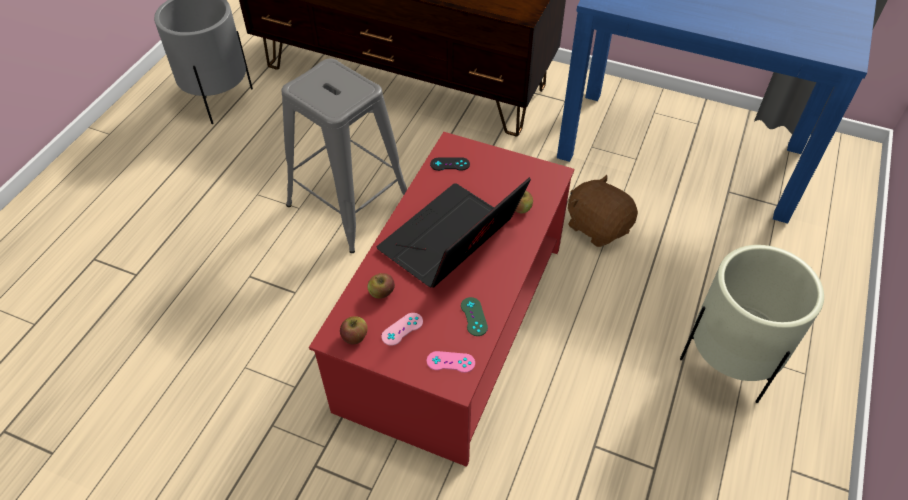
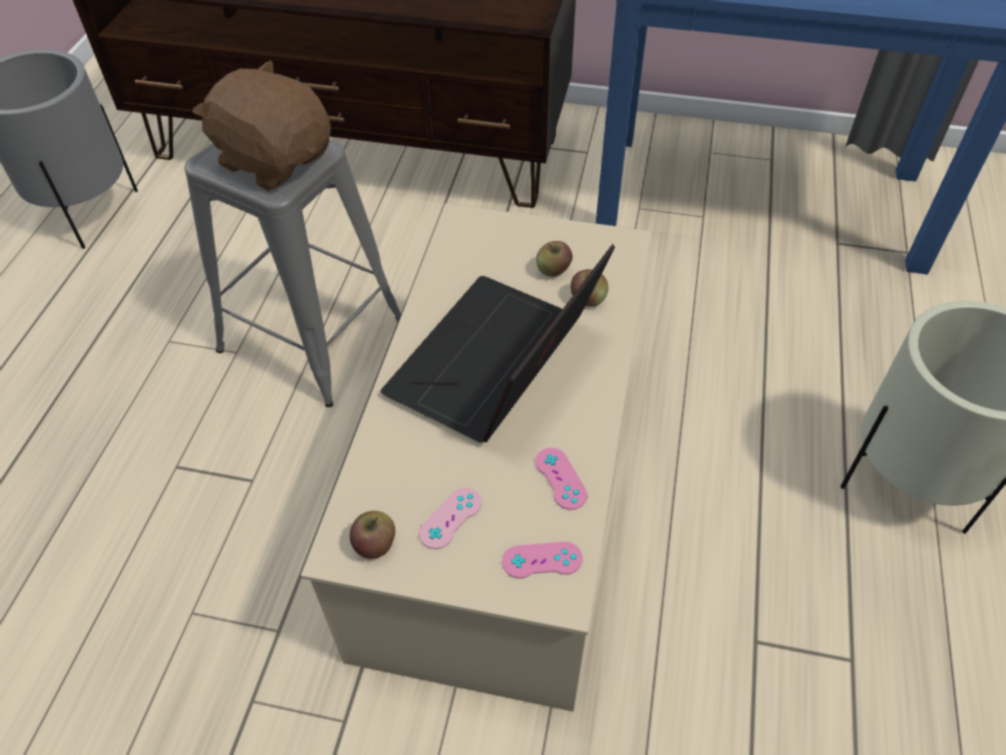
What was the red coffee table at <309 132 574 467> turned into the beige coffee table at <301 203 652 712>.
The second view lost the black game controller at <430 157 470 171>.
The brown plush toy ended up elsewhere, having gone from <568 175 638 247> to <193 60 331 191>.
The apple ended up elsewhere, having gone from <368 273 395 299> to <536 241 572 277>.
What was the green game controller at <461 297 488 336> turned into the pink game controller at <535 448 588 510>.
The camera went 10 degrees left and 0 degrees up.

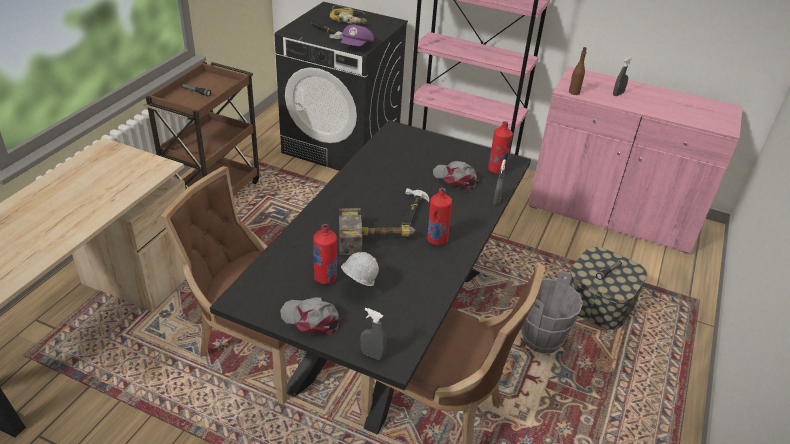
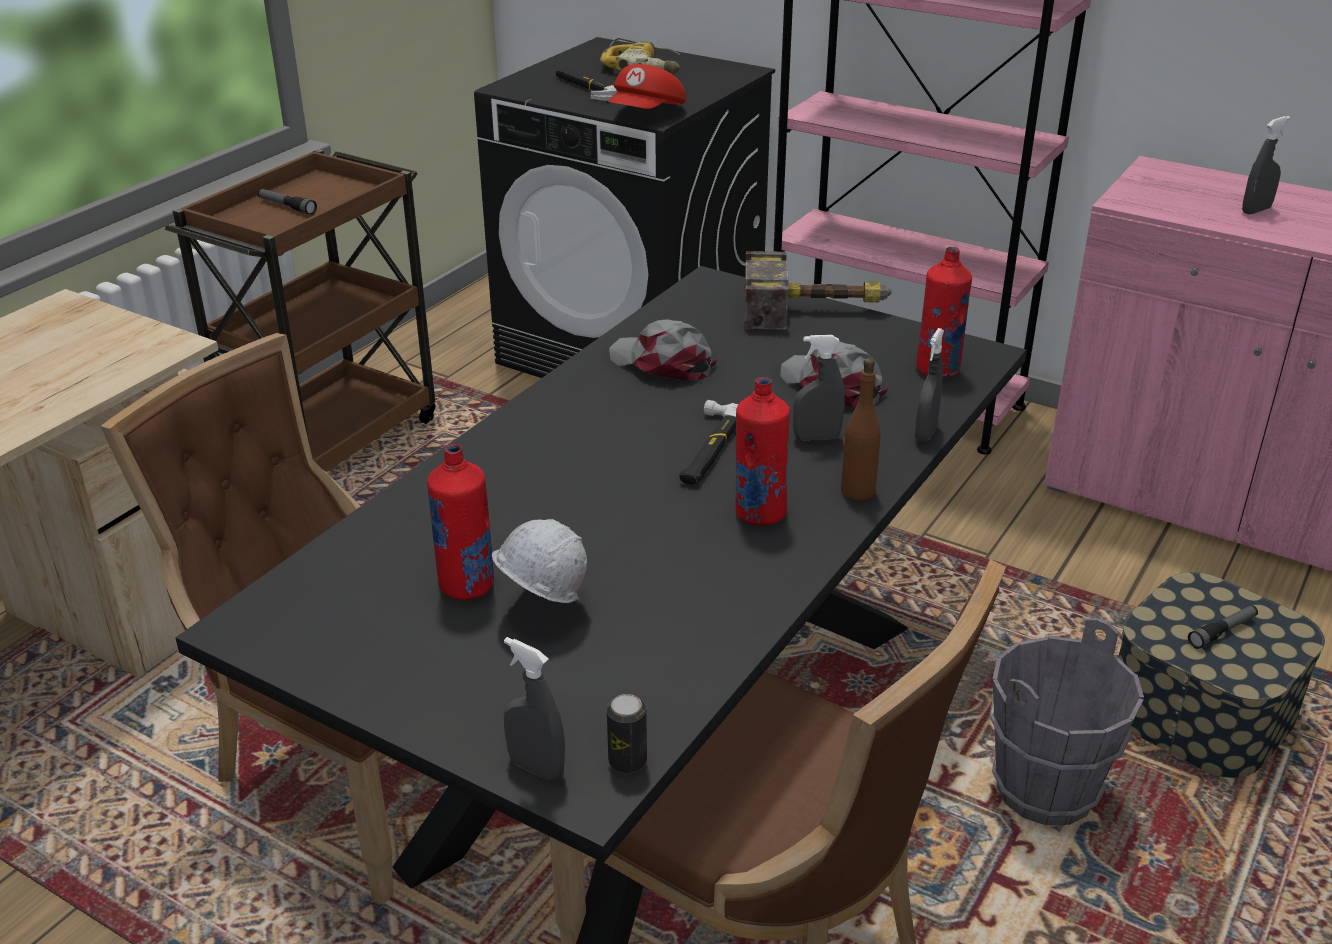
What was the purple cap at <341 25 374 46> turned into the red cap at <608 64 686 109>.
The brown bottle ended up elsewhere, having gone from <569 47 587 95> to <841 358 881 501>.
The hammer ended up elsewhere, having gone from <339 208 415 255> to <745 251 891 330>.
The grey cap ended up elsewhere, having gone from <280 297 342 334> to <609 319 718 381>.
The second view gained the grey spray bottle at <793 335 845 440>.
The second view gained the can at <607 694 647 773>.
The camera went 10 degrees right and 5 degrees down.

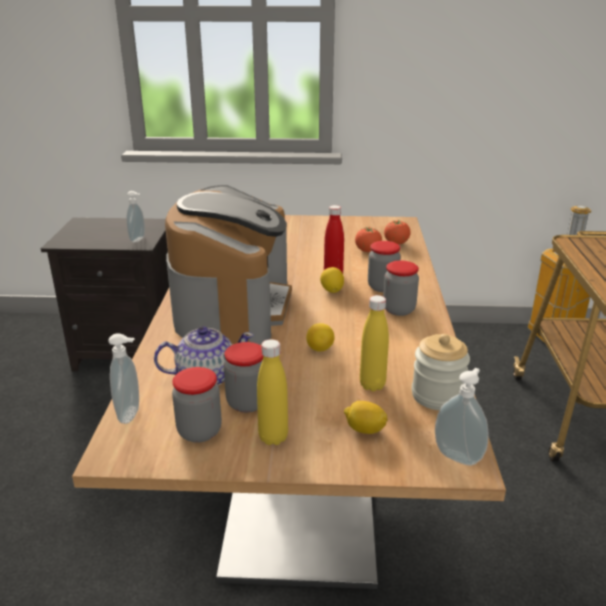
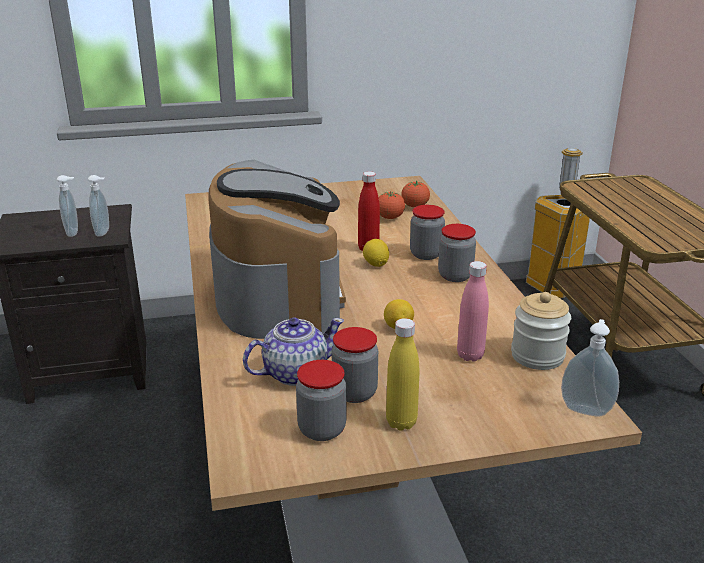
What was the yellow bottle at <360 295 389 391> turned into the pink bottle at <457 261 489 362>.
The soap dispenser ended up elsewhere, having gone from <108 333 139 424> to <57 175 78 237>.
The second view lost the lemon at <344 401 388 434>.
The camera went 15 degrees left and 0 degrees up.

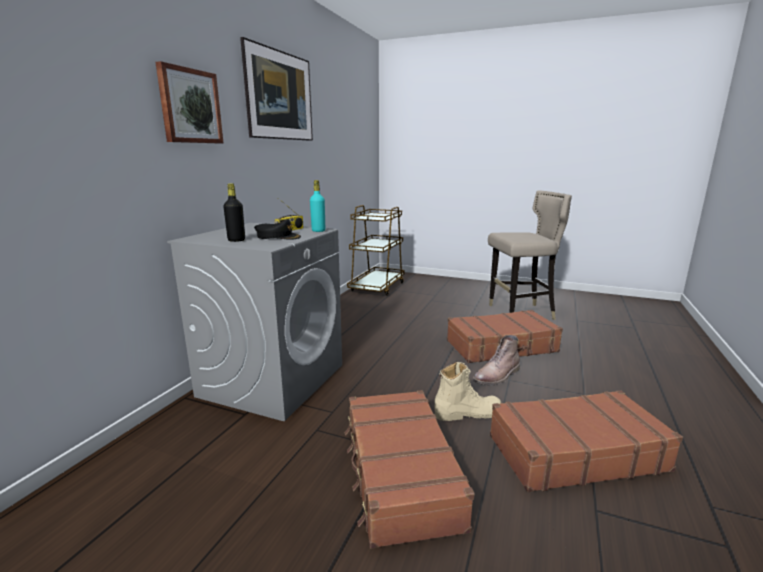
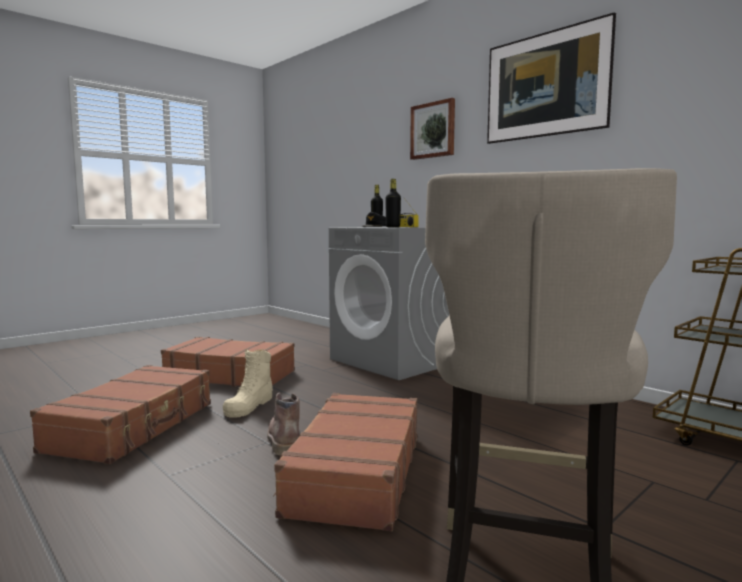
What was the turquoise bottle at <310 180 325 232> turned into the black bottle at <386 179 401 227>.
The camera went 115 degrees right and 10 degrees down.

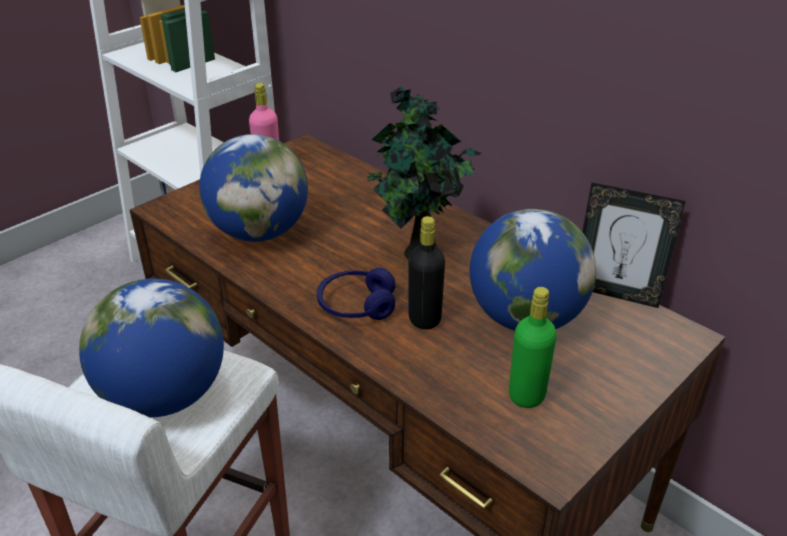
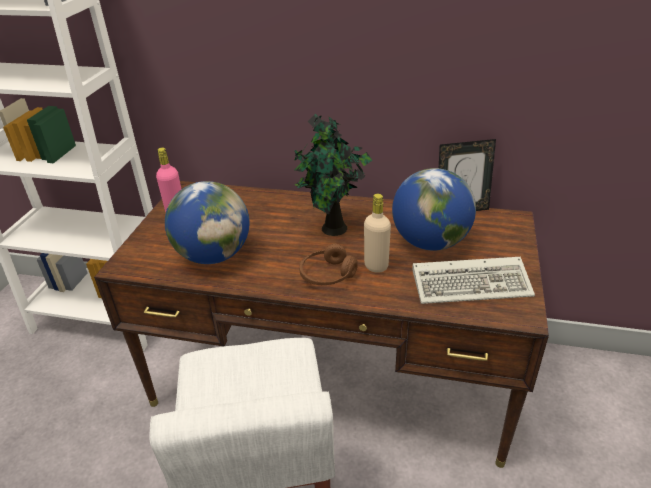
What was the black bottle at <408 216 445 329> turned into the beige bottle at <364 194 391 273>.
What was the blue headphones at <317 268 395 320> turned into the brown headphones at <299 244 358 285>.
The second view lost the globe at <79 279 224 418>.
Where the green bottle stood at <509 287 557 408>, the keyboard came to stand at <412 257 535 304>.
The camera went 30 degrees left and 0 degrees up.

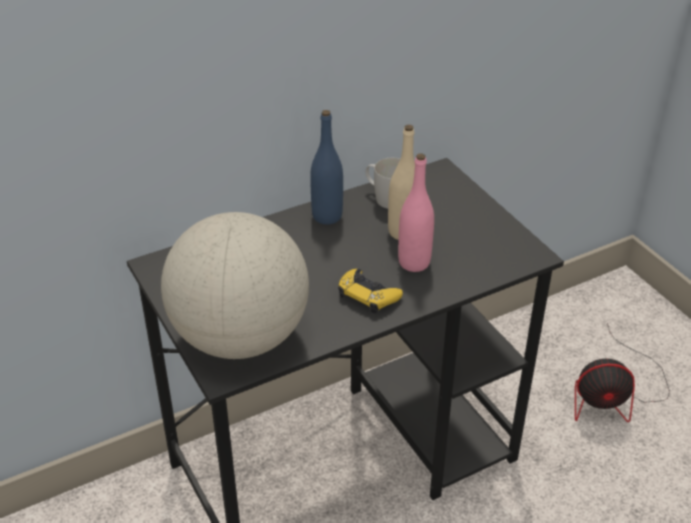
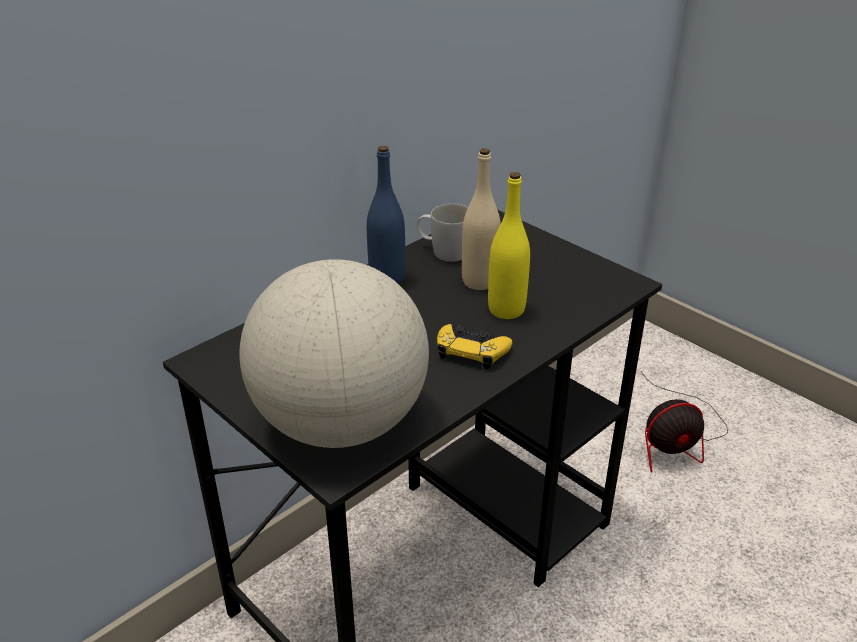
What was the pink bottle at <398 153 434 272> turned into the yellow bottle at <488 172 530 319>.
The camera went 15 degrees left and 5 degrees down.

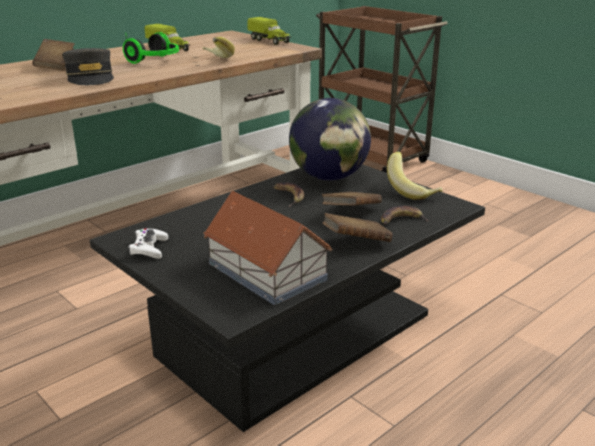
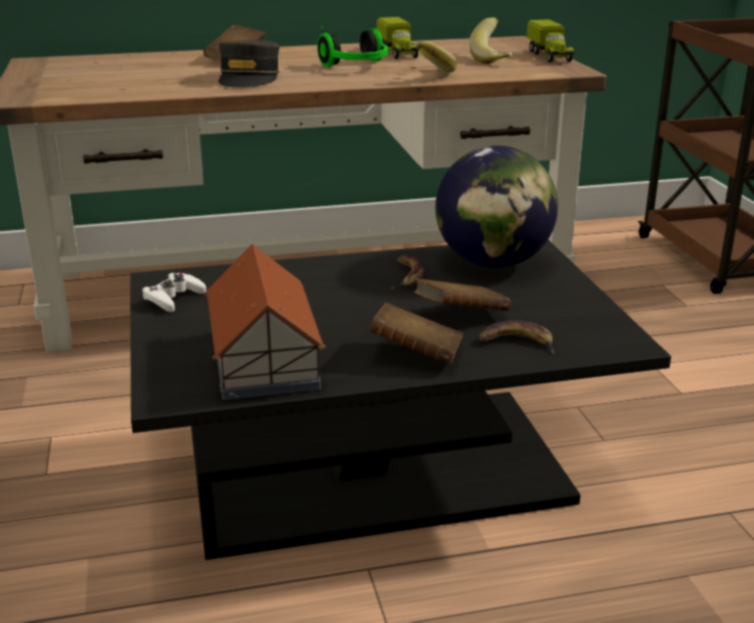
The banana ended up elsewhere, having gone from <387 152 443 200> to <469 17 513 64>.
The camera went 30 degrees right and 0 degrees up.

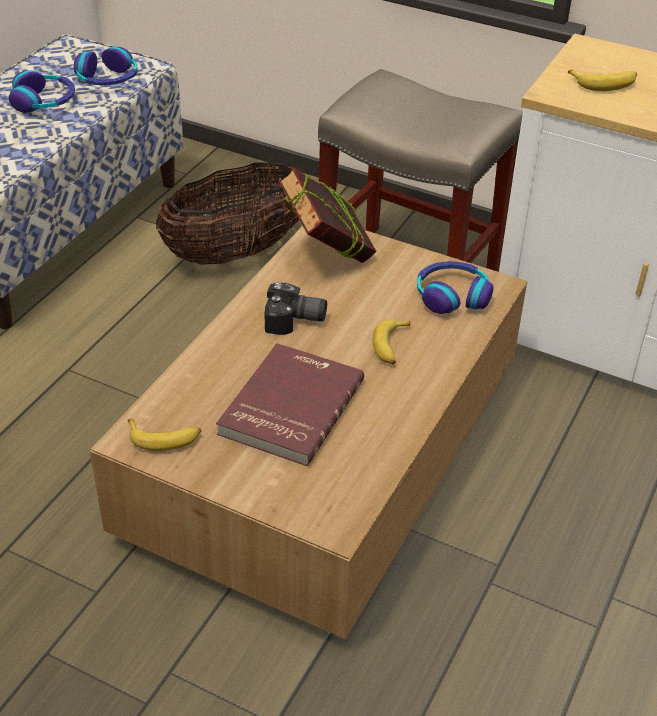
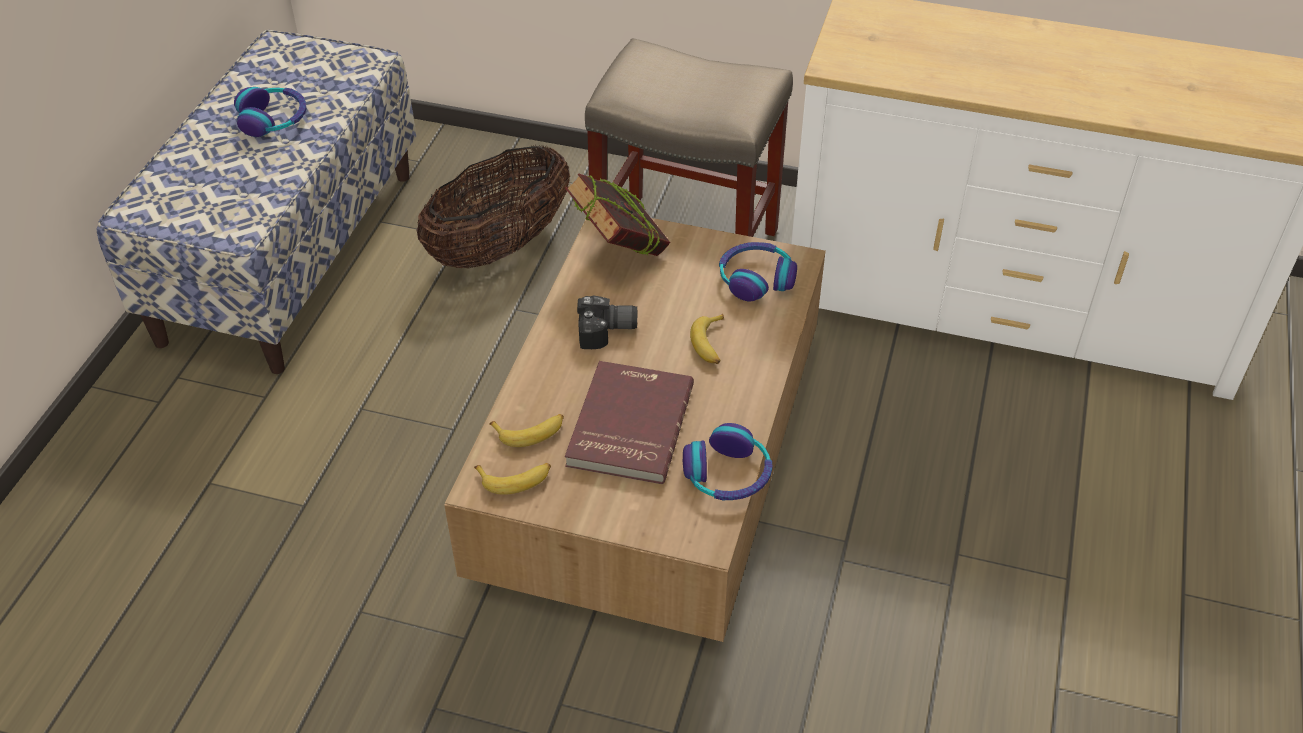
The headphones ended up elsewhere, having gone from <74 47 138 85> to <683 423 772 500>.
The banana ended up elsewhere, having gone from <568 69 637 91> to <489 414 564 447>.
The camera went 10 degrees left and 5 degrees up.

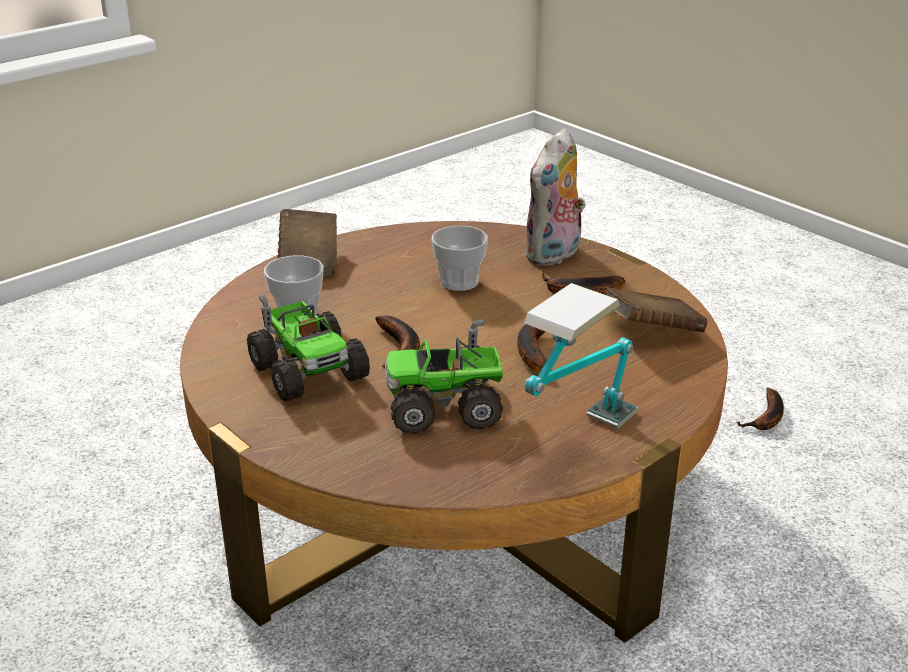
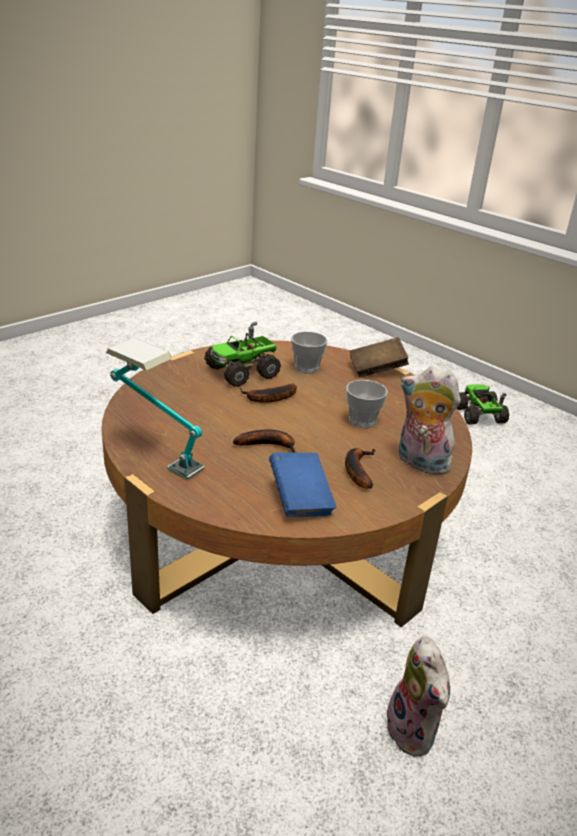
What was the brown book at <606 287 707 332> turned into the blue book at <269 452 336 517>.
The toy truck ended up elsewhere, having gone from <385 320 503 434> to <456 384 509 425>.
Where the banana stood at <736 388 784 430>, the plush toy came to stand at <382 636 450 757>.
The camera went 85 degrees right and 0 degrees up.

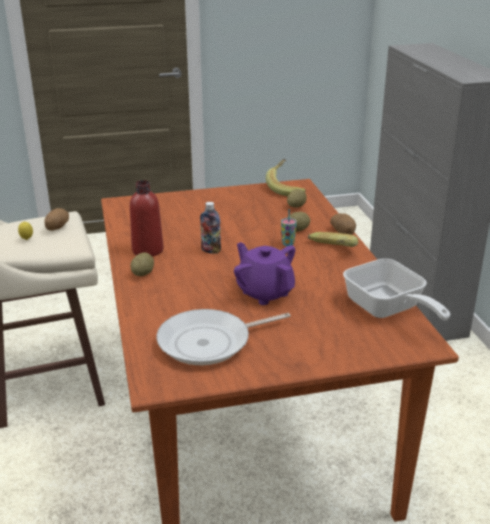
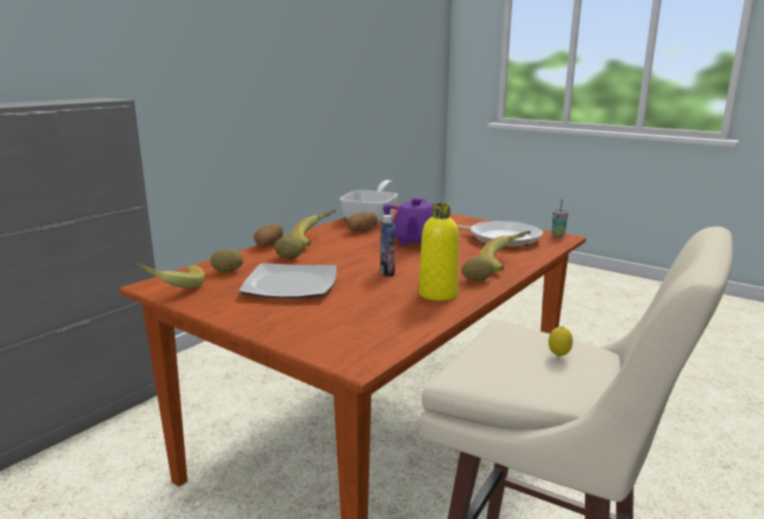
What was the red bottle at <130 180 164 257> turned into the yellow bottle at <419 203 459 301>.
The potato ended up elsewhere, having gone from <45 208 69 231> to <347 212 378 232>.
The cup ended up elsewhere, having gone from <281 209 297 246> to <552 199 569 237>.
The second view gained the banana at <480 231 531 272>.
The second view gained the plate at <239 263 337 298>.
The camera went 130 degrees left and 10 degrees down.

